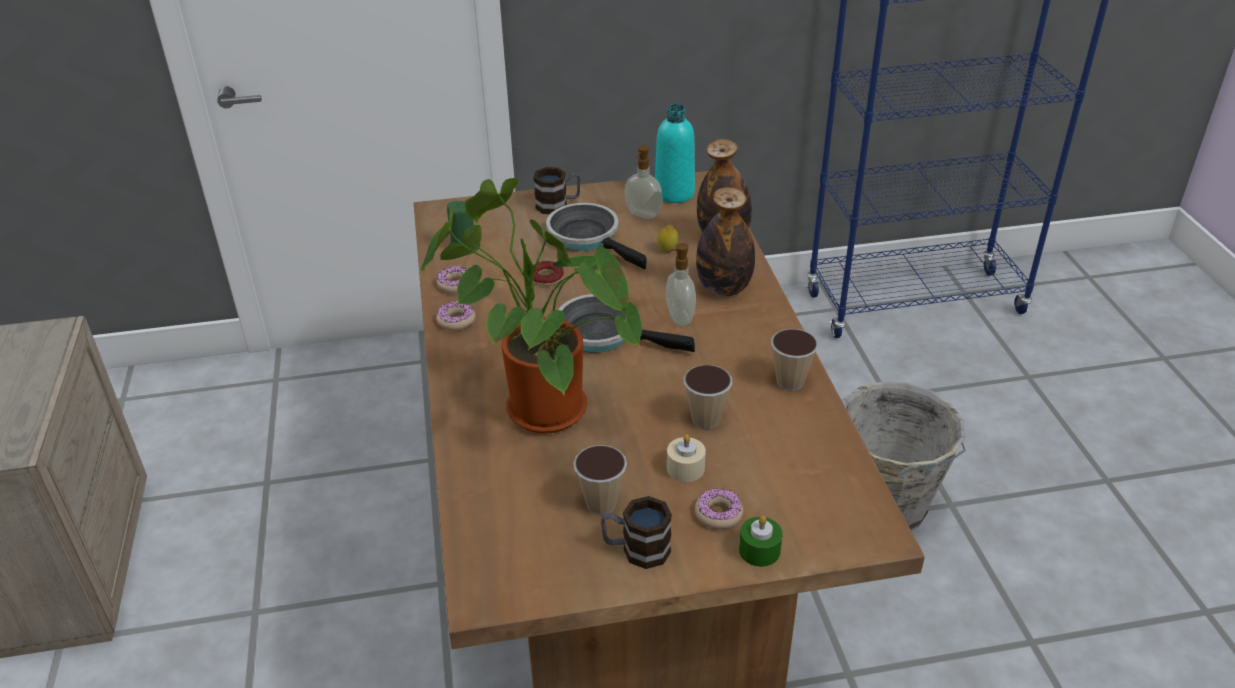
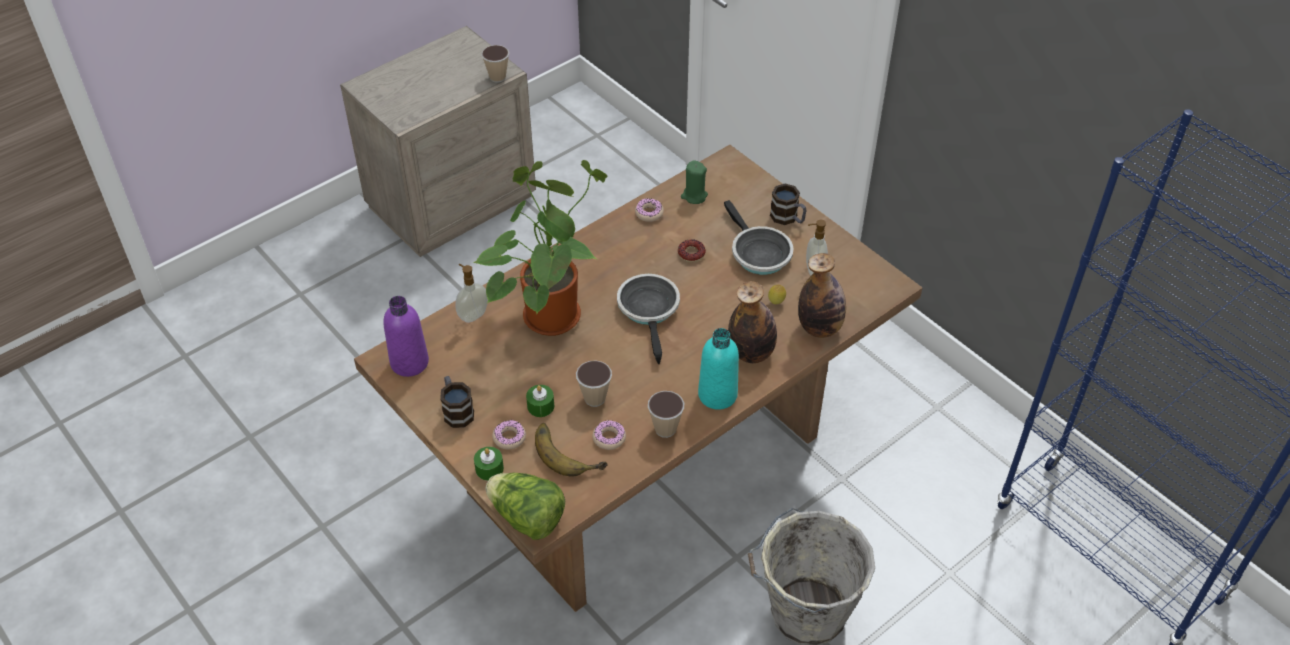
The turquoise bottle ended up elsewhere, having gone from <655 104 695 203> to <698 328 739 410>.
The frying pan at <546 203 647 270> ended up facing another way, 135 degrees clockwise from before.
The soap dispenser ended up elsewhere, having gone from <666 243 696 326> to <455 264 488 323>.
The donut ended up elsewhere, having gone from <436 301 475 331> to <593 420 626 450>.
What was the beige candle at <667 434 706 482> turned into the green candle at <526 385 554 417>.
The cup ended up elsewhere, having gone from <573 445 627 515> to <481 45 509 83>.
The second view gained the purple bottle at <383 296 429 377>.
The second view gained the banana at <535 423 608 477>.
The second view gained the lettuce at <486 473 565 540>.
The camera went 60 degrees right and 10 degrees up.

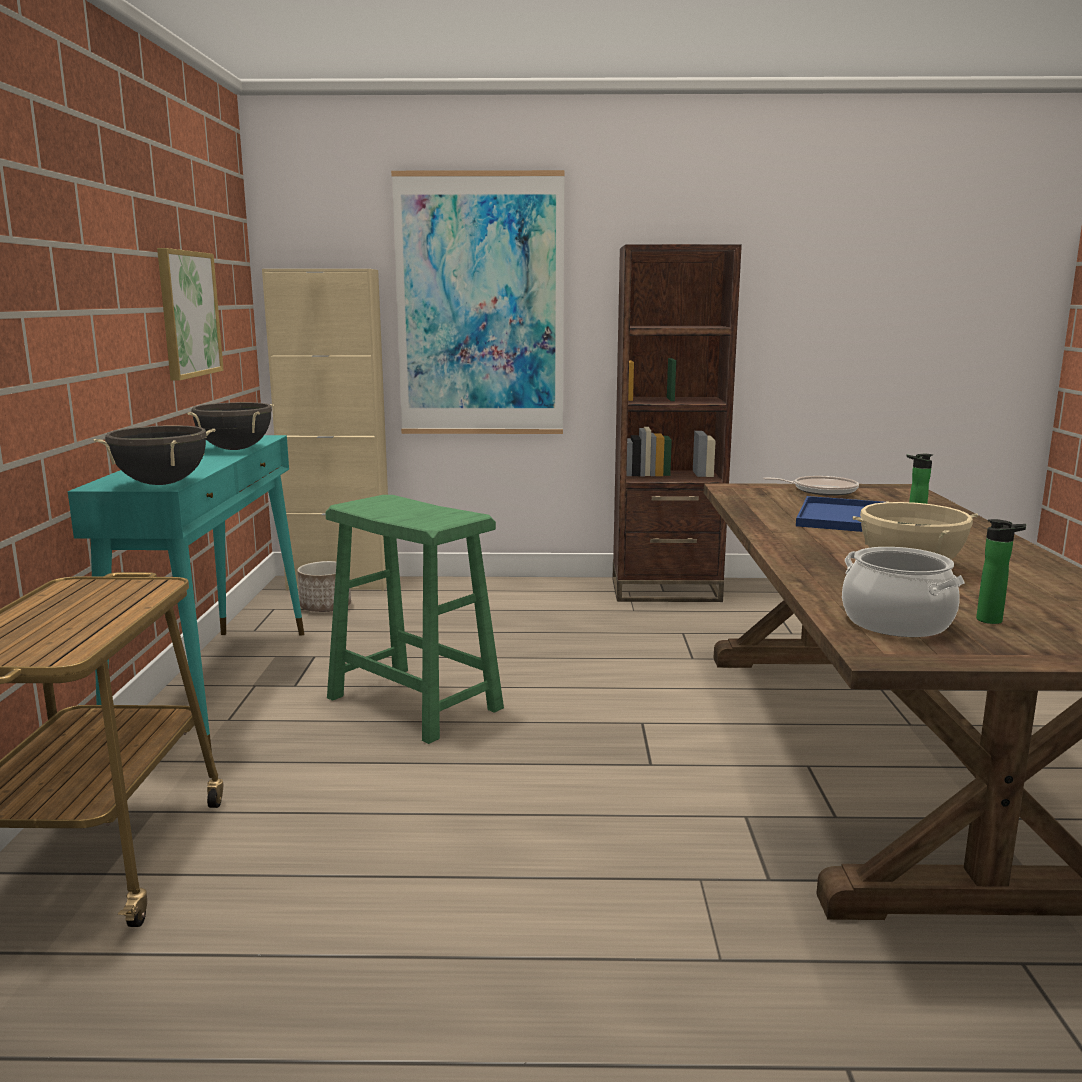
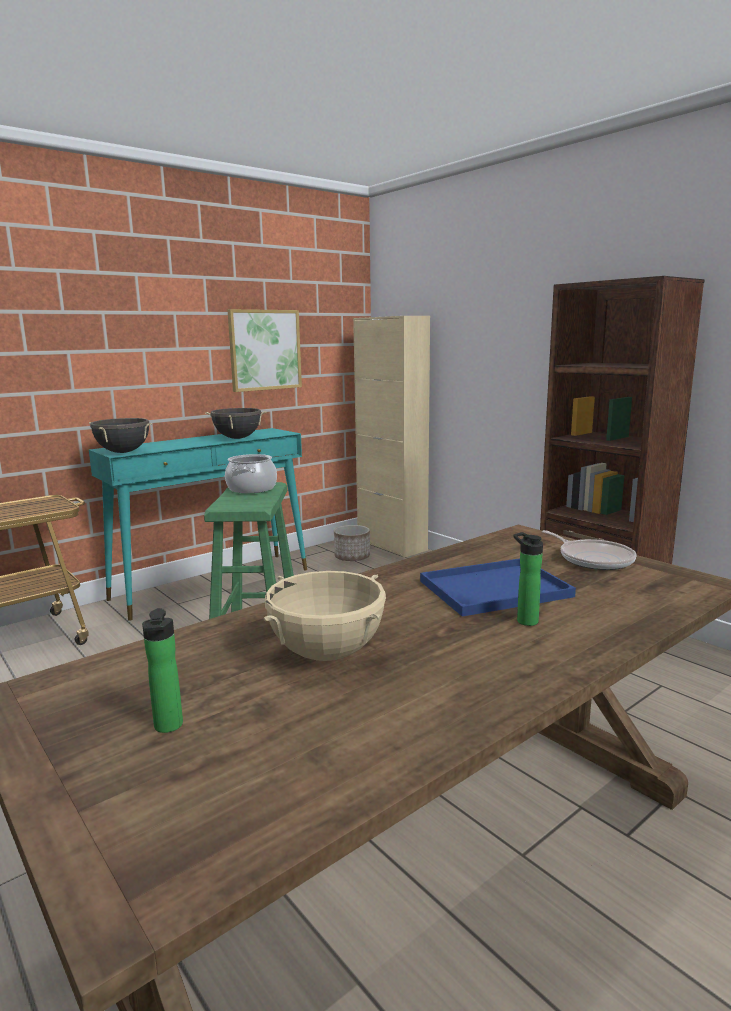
The second view lost the picture at <391 170 565 434>.
The cooking pot ended up elsewhere, having gone from <842 547 964 637> to <225 454 277 493>.
The camera went 50 degrees right and 0 degrees up.

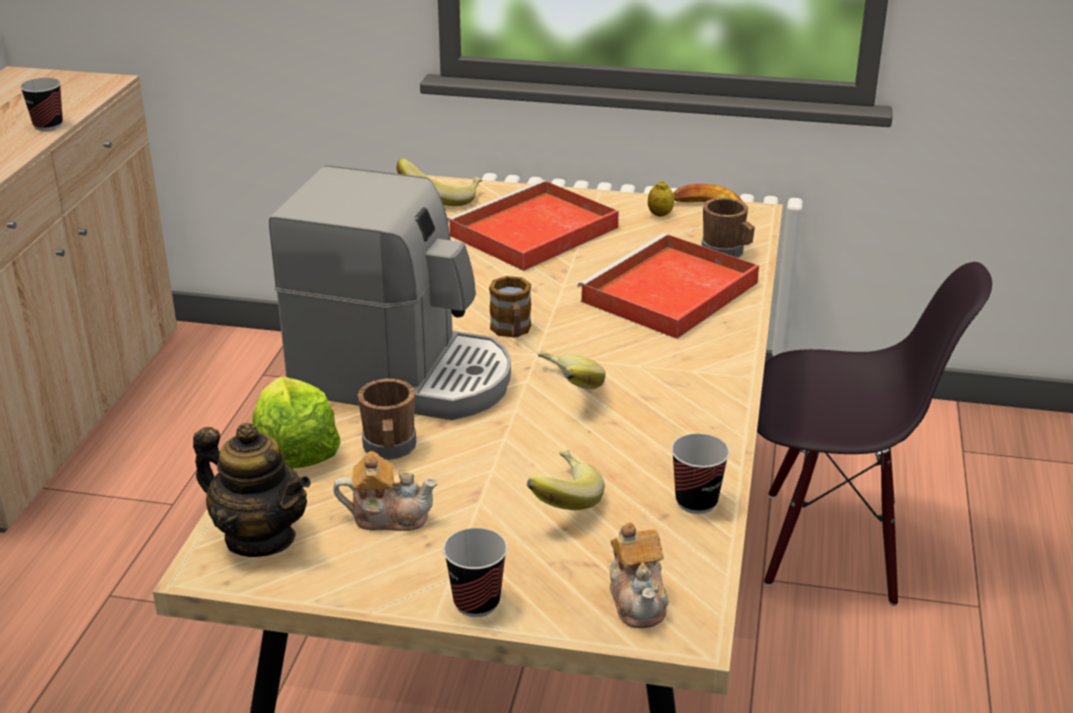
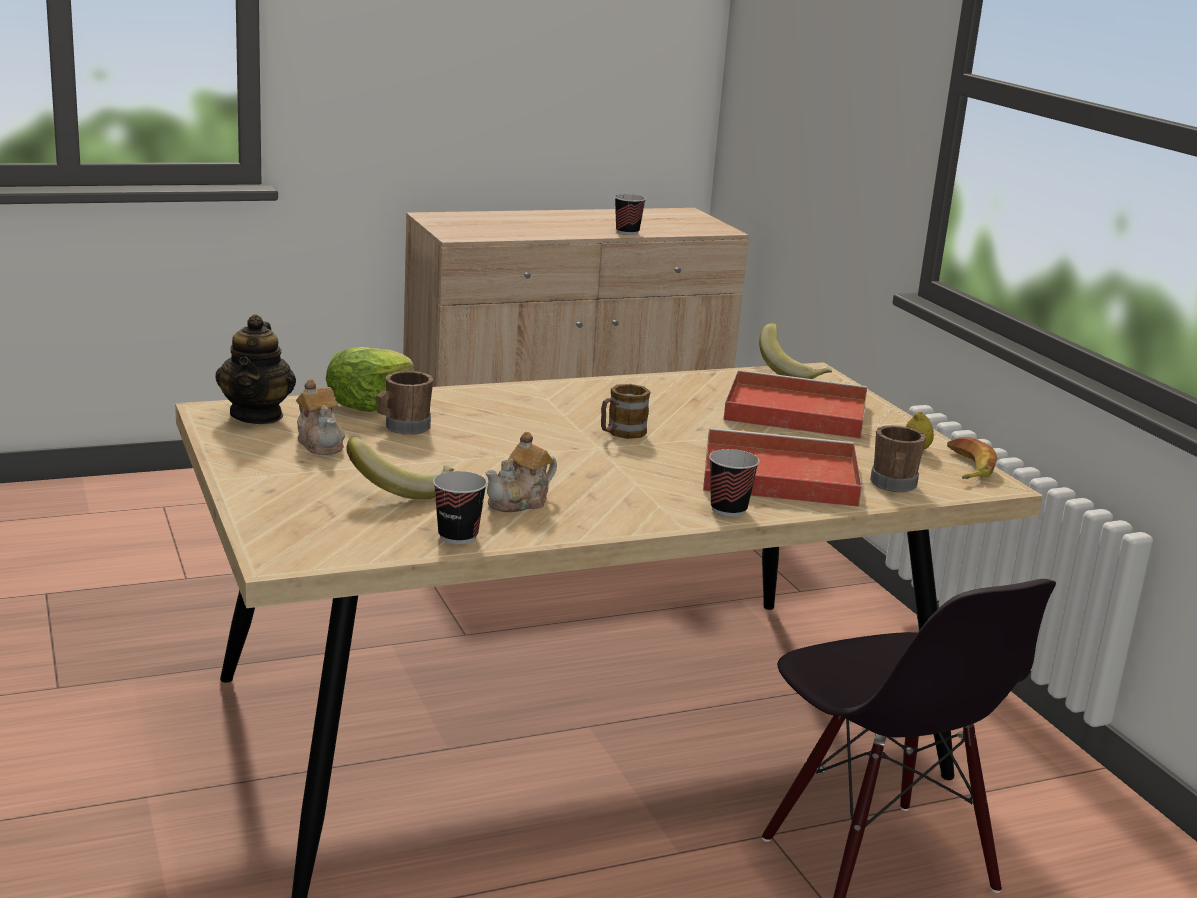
The second view lost the coffee machine at <269 165 511 420>.
The second view lost the banana at <537 350 606 389>.
The teapot ended up elsewhere, having gone from <609 522 669 628> to <485 432 557 512>.
The cup ended up elsewhere, having gone from <443 528 507 617> to <709 449 760 517>.
The camera went 55 degrees right and 10 degrees down.

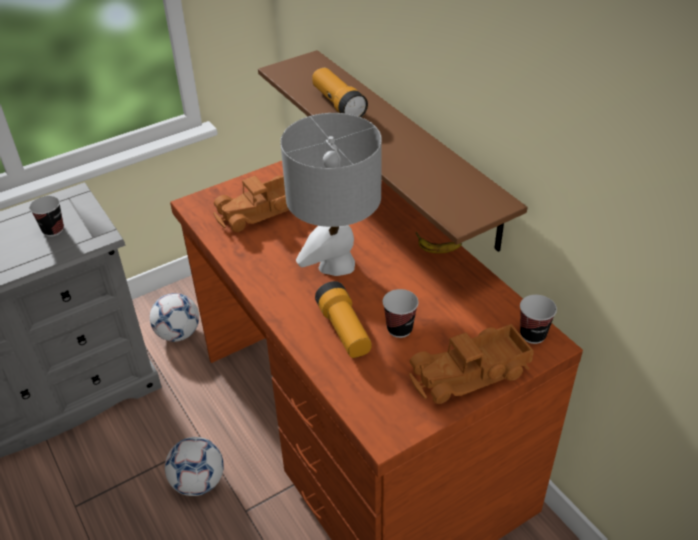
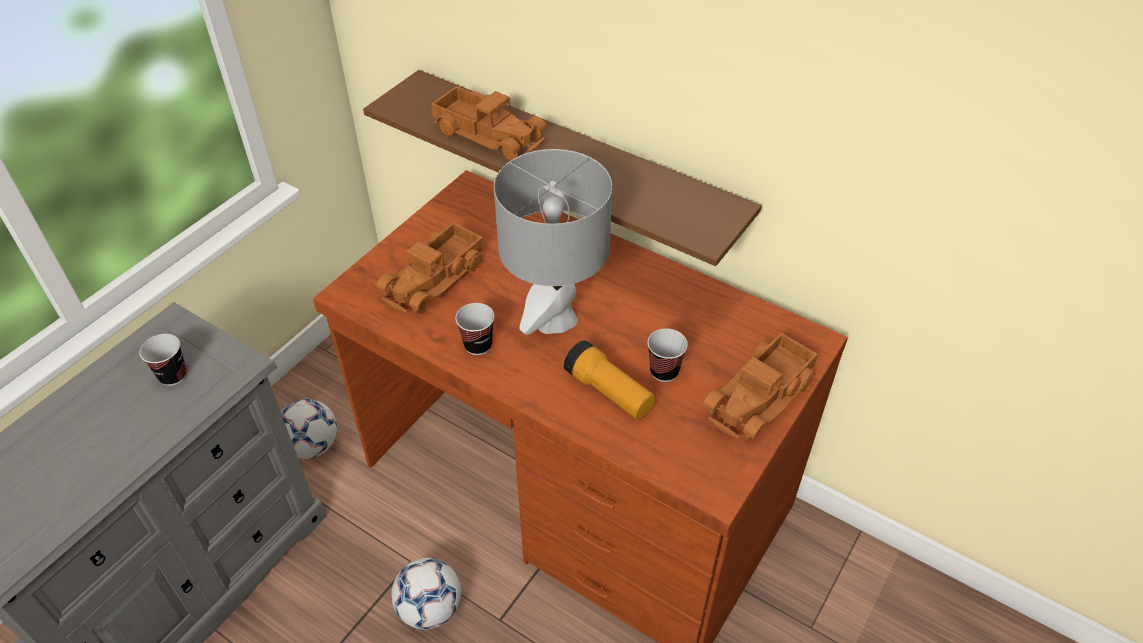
Where the flashlight stood at <312 68 368 117>, the toy truck came to stand at <431 86 547 160>.
The second view lost the banana at <416 232 462 254>.
The cup ended up elsewhere, having gone from <520 295 557 344> to <455 303 495 355>.
The camera went 25 degrees left and 5 degrees up.

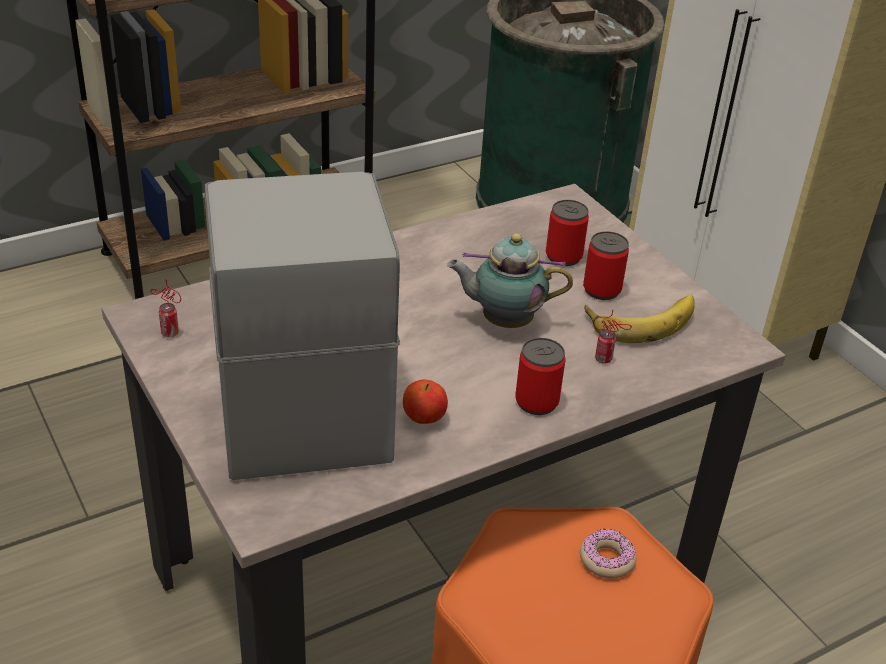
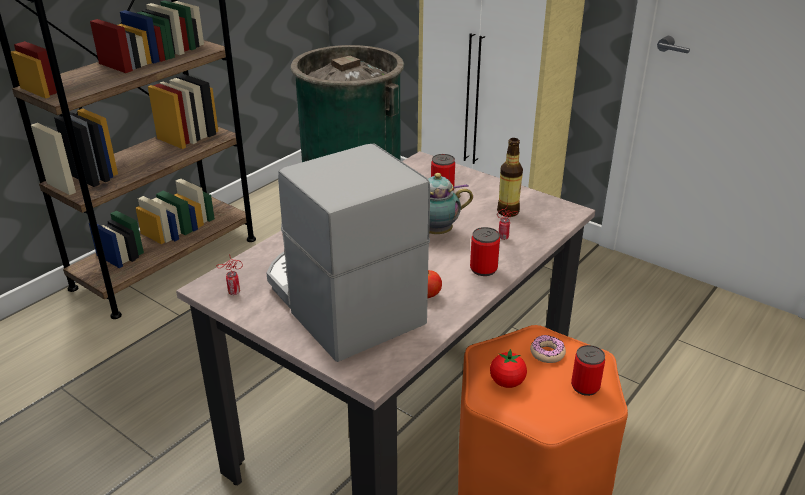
The can ended up elsewhere, having gone from <583 231 629 300> to <571 345 605 396>.
Where the banana stood at <584 295 695 343>, the bottle came to stand at <497 138 523 217>.
The second view gained the tomato at <490 349 527 388>.
The camera went 20 degrees left and 5 degrees down.

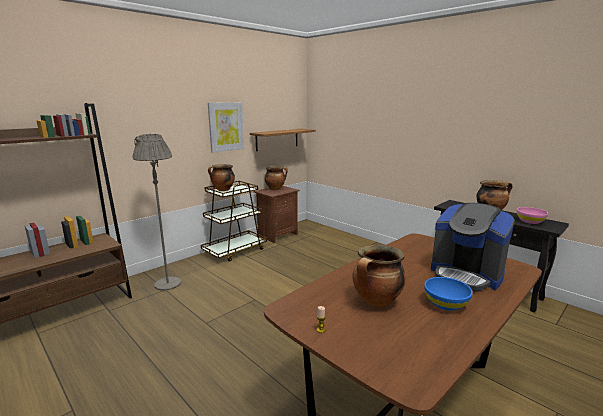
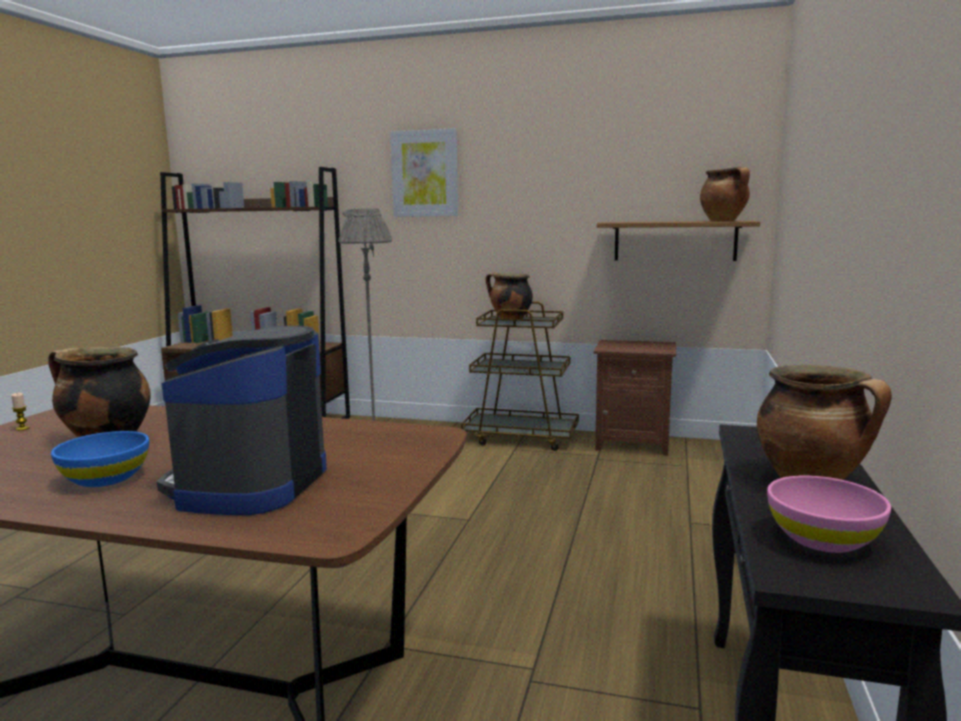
The picture ended up elsewhere, having gone from <208 102 244 153> to <390 128 458 217>.
The cooking pot ended up elsewhere, having gone from <265 166 288 190> to <700 167 750 221>.
The camera went 60 degrees right and 5 degrees down.

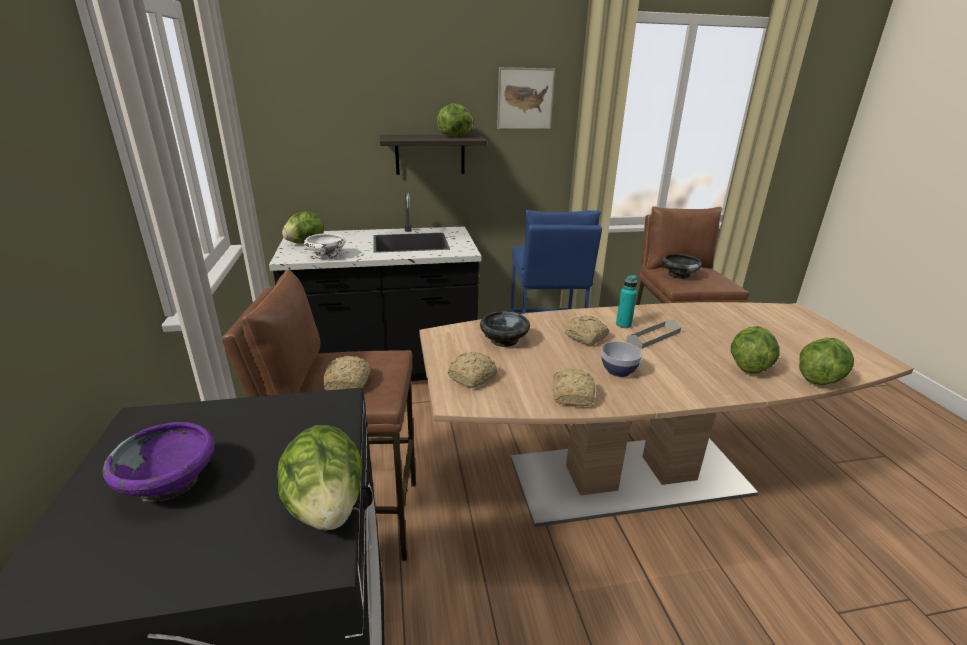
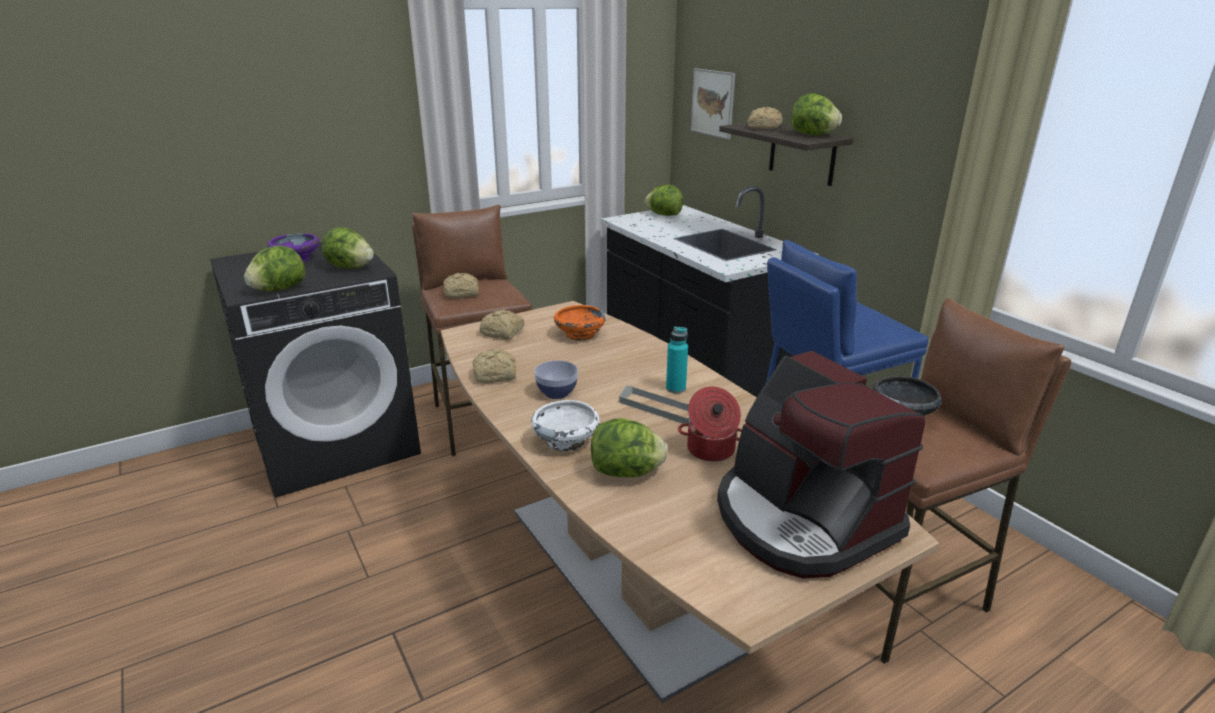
The picture ended up elsewhere, having gone from <497 67 555 129> to <691 68 735 140>.
The white bowl ended up elsewhere, having gone from <304 234 345 259> to <531 400 600 452>.
What was the black bowl at <480 311 530 347> turned into the orange bowl at <554 305 606 341>.
The bread ended up elsewhere, having gone from <565 315 609 345> to <748 107 783 129>.
The lettuce ended up elsewhere, having gone from <799 338 854 385> to <322 227 374 269>.
The second view gained the coffee machine at <717 351 925 579>.
The second view gained the cooking pot at <678 386 742 462>.
The camera went 70 degrees right and 0 degrees up.

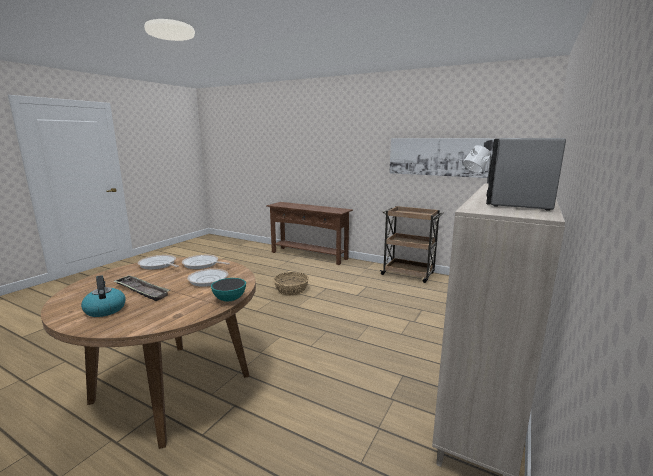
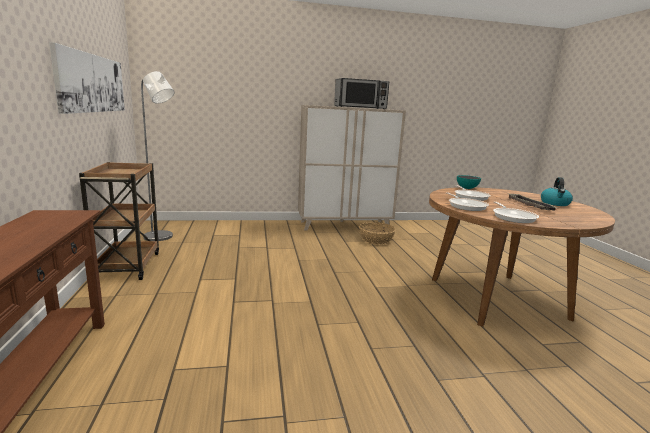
The basket ended up elsewhere, having gone from <273 272 309 296> to <359 222 396 245>.
The camera went 130 degrees left and 0 degrees up.

